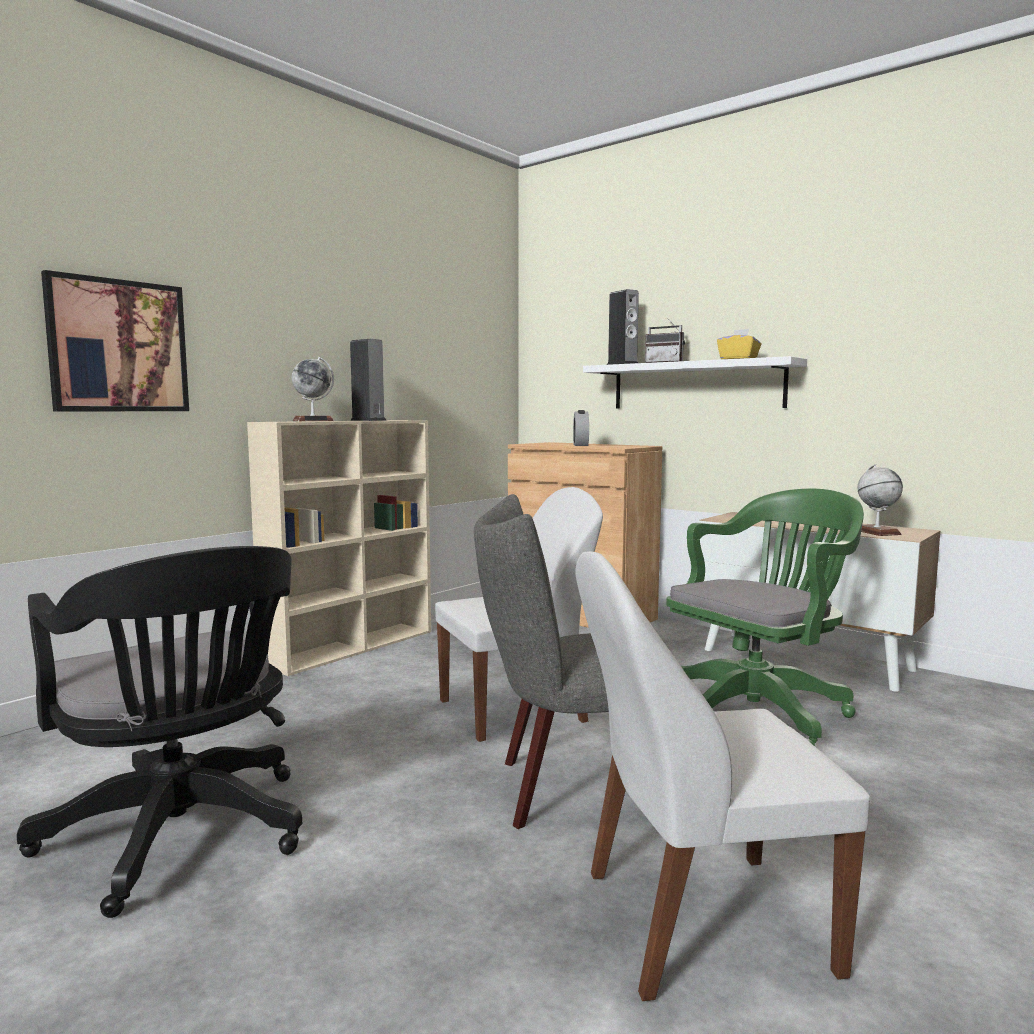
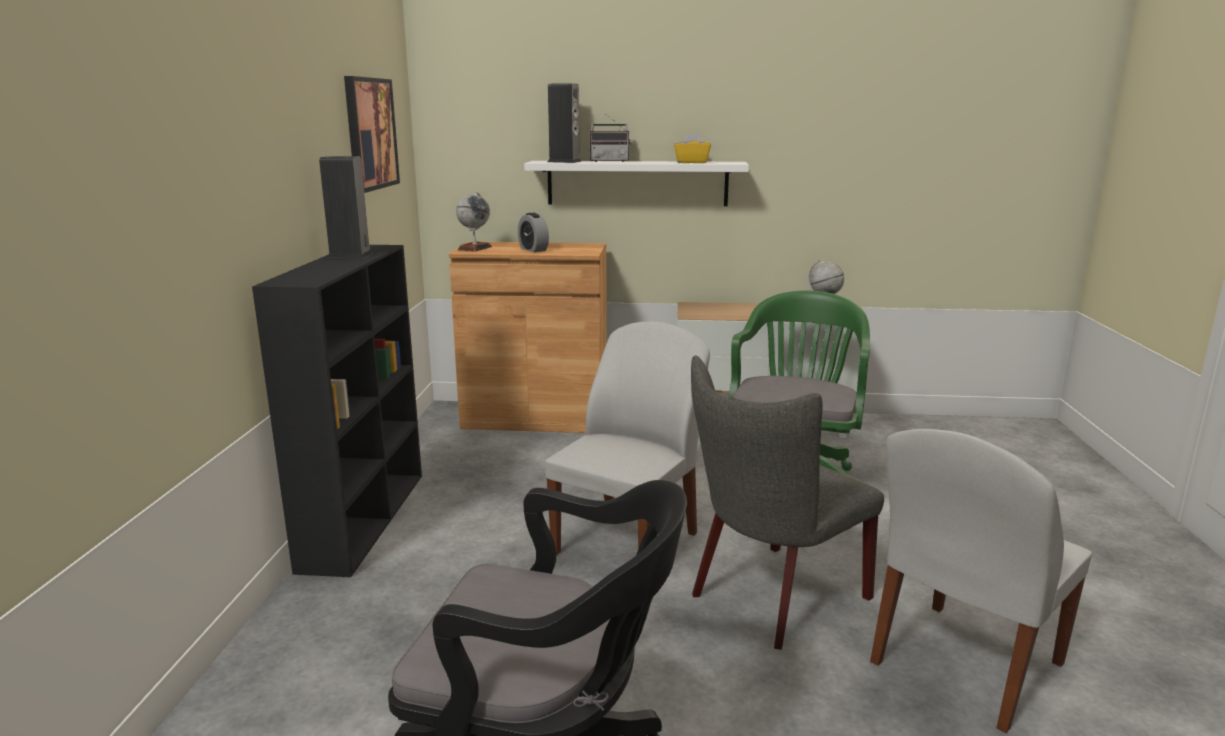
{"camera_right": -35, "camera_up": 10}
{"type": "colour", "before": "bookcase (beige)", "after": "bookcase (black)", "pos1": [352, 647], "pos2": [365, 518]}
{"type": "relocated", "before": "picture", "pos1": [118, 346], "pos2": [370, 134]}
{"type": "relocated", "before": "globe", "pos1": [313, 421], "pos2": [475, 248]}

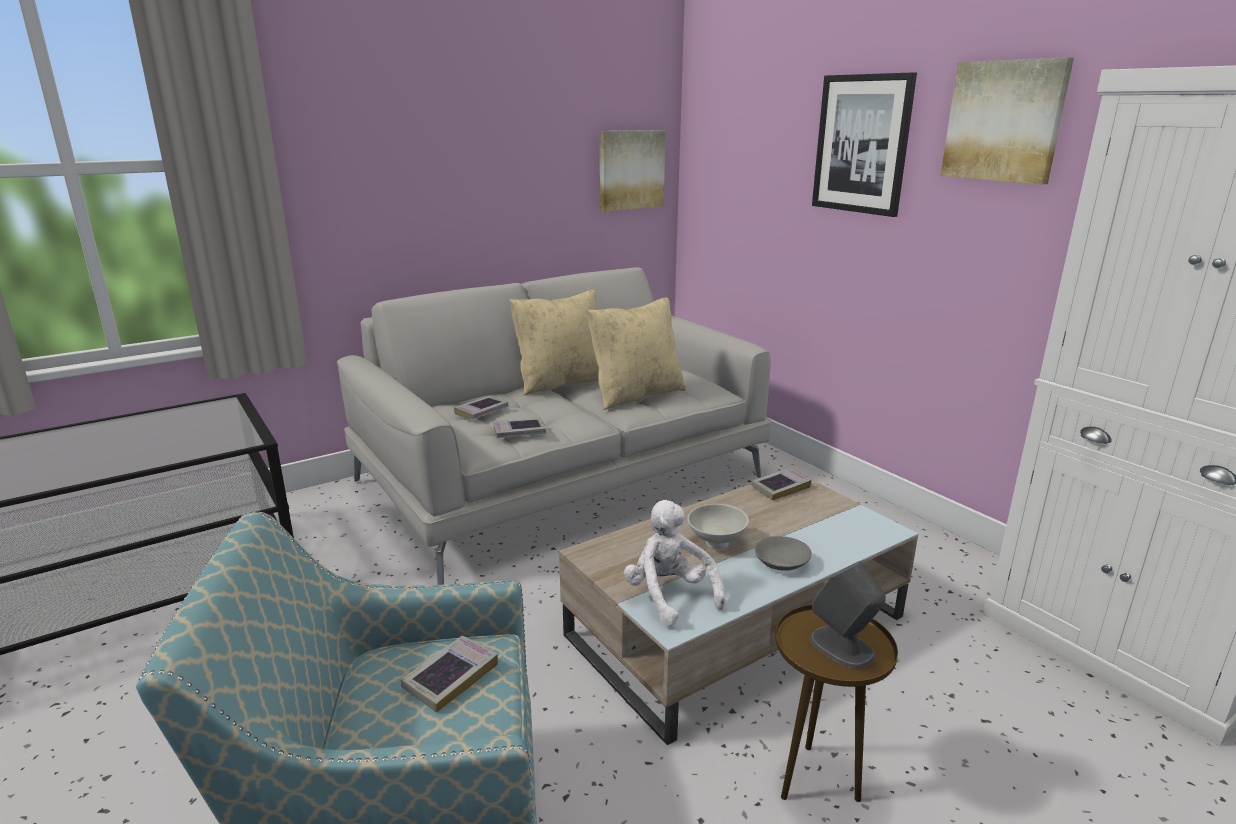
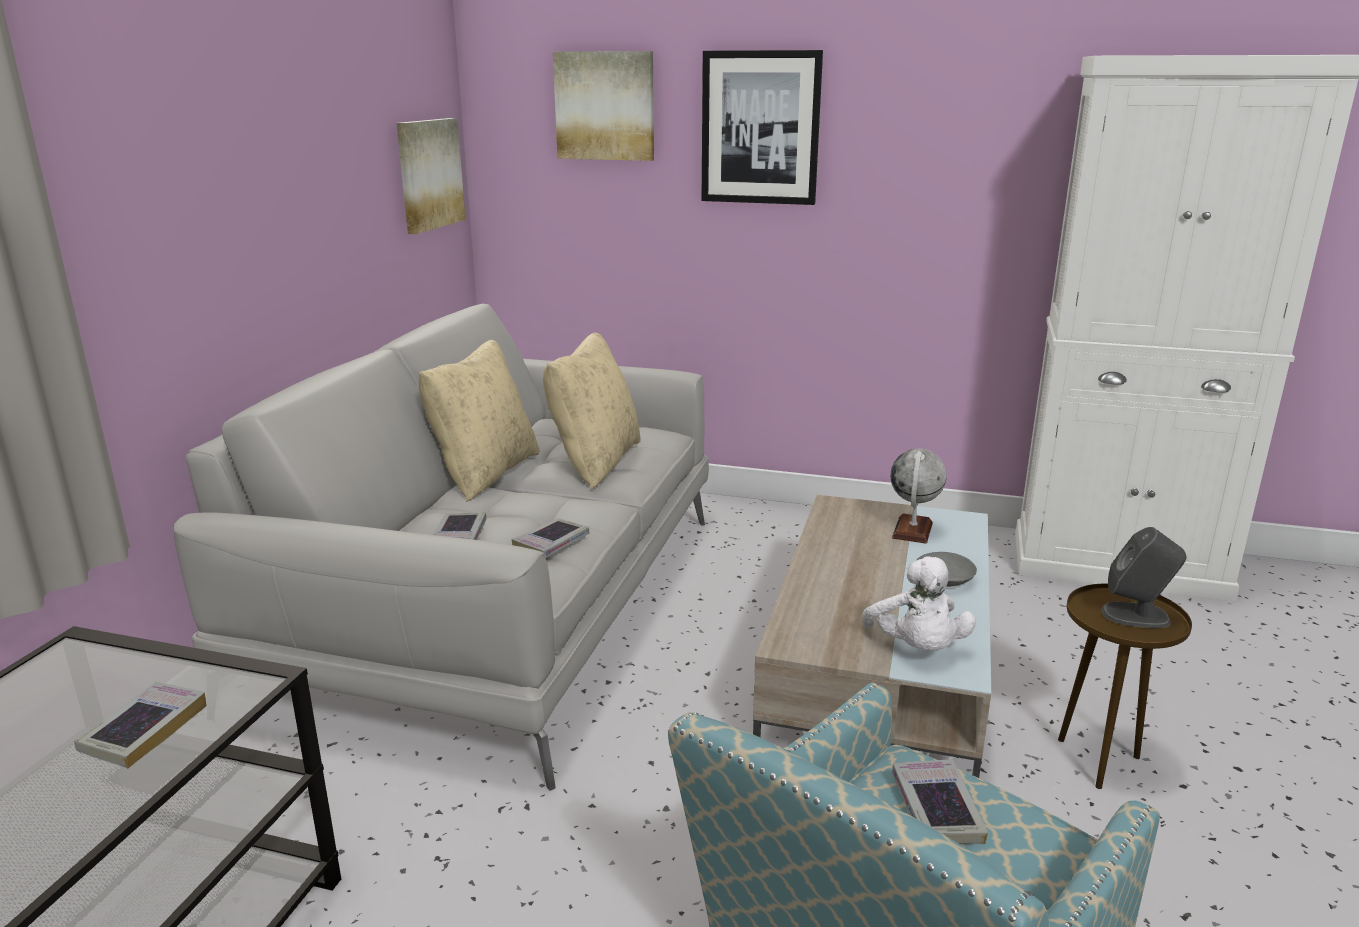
{"camera_right": -40, "camera_up": 0}
{"type": "relocated", "before": "book", "pos1": [780, 488], "pos2": [144, 730]}
{"type": "relocated", "before": "picture", "pos1": [1004, 121], "pos2": [605, 106]}
{"type": "spun", "before": "plush toy (white)", "pos1": [669, 596], "pos2": [916, 648], "turn": -120}
{"type": "appeared", "after": "globe", "pos2": [912, 530]}
{"type": "missing", "before": "bowl (white)", "pos1": [717, 544]}

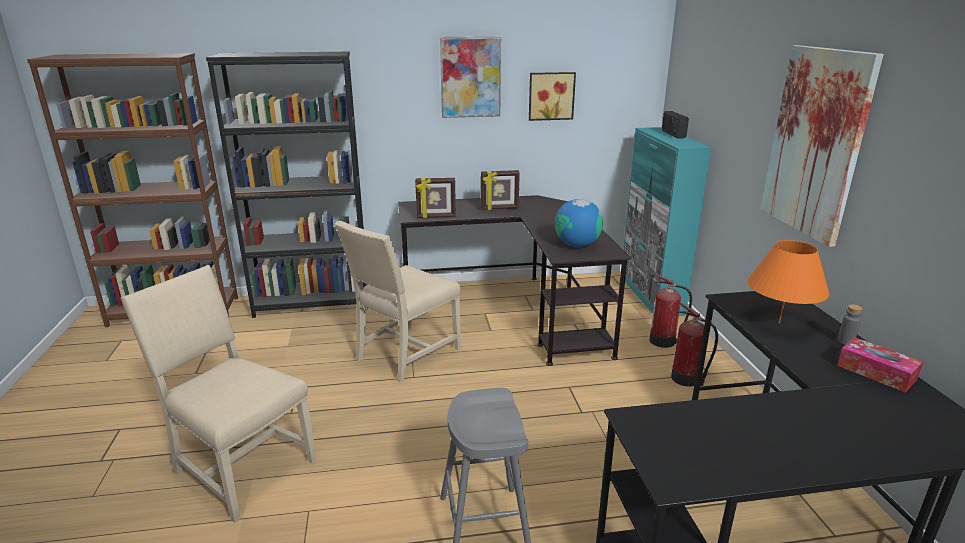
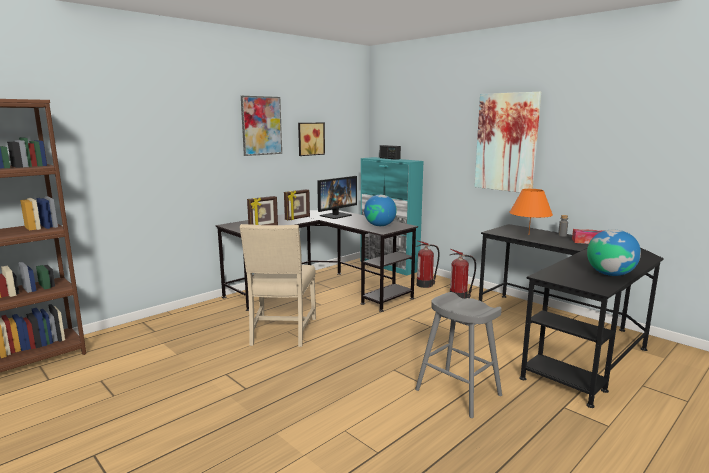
{"camera_right": -35, "camera_up": -10}
{"type": "appeared", "after": "monitor", "pos2": [336, 215]}
{"type": "appeared", "after": "globe", "pos2": [610, 274]}
{"type": "missing", "before": "chair (beige)", "pos1": [240, 466]}
{"type": "missing", "before": "bookcase (black)", "pos1": [313, 303]}

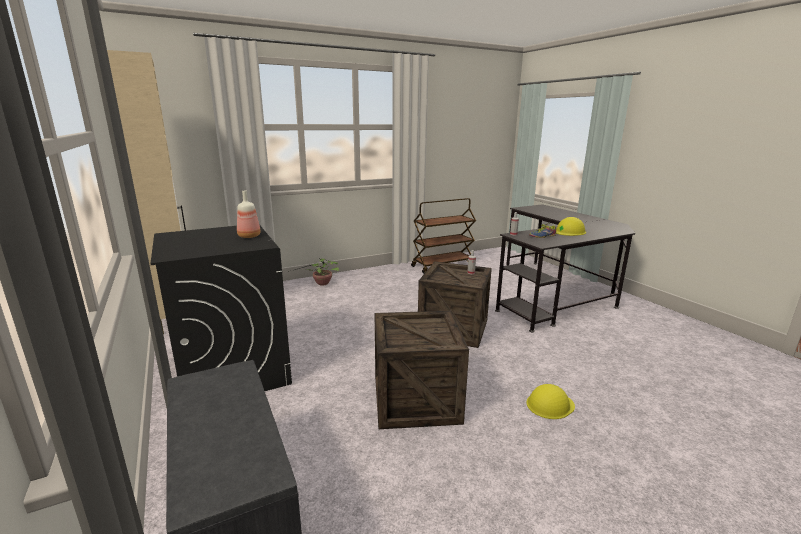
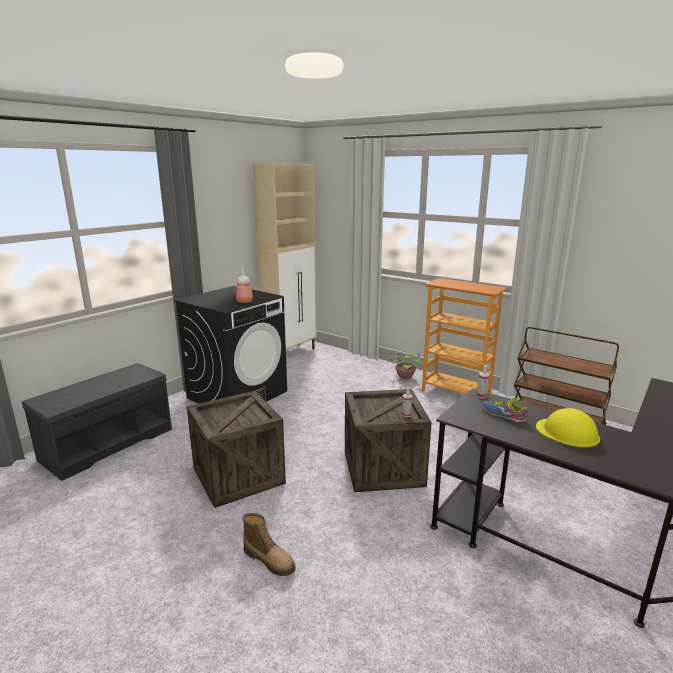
{"camera_right": 65, "camera_up": 0}
{"type": "exchanged", "before": "hard hat (yellow)", "after": "boot", "pos1": [550, 404], "pos2": [269, 560]}
{"type": "appeared", "after": "bookcase", "pos2": [456, 394]}

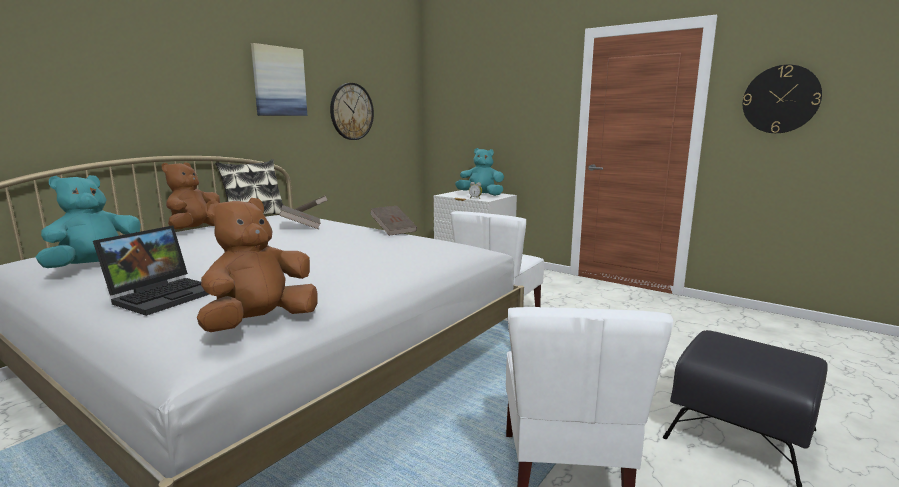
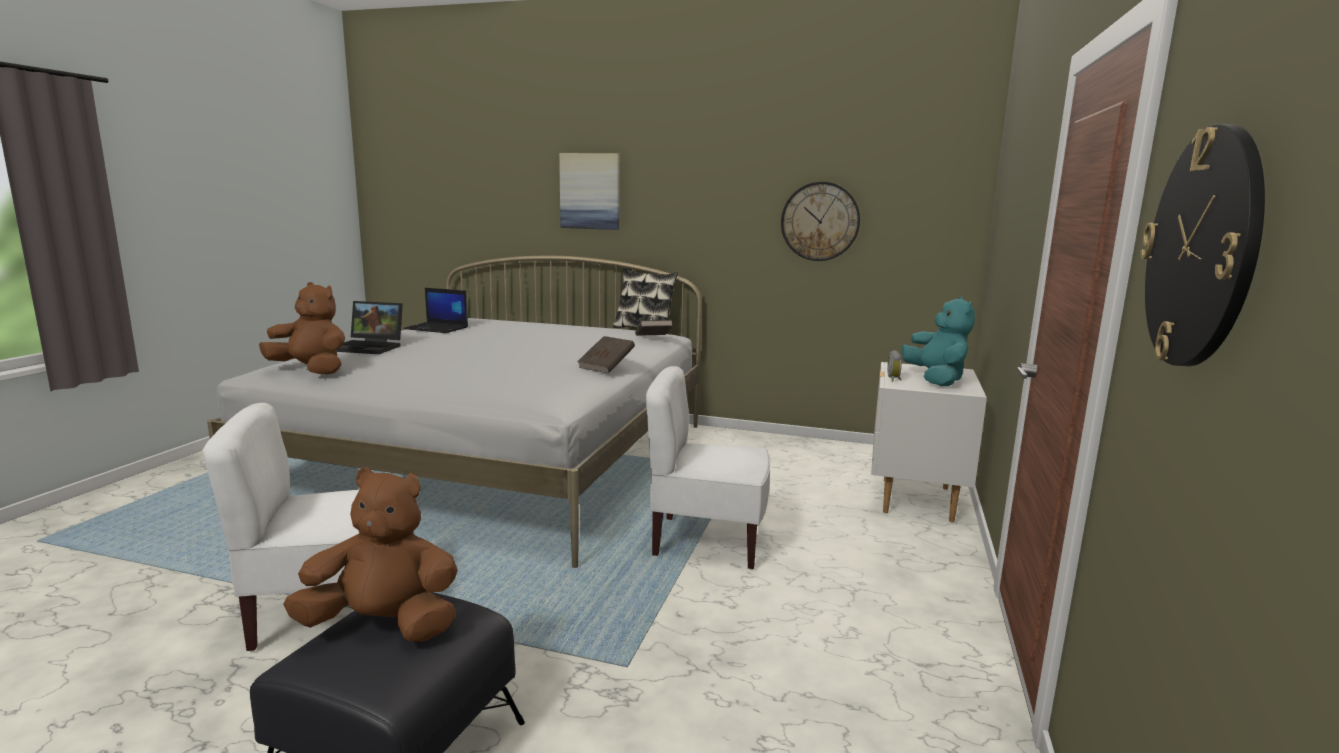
{"camera_right": 70, "camera_up": 0}
{"type": "relocated", "before": "plush toy (brown)", "pos1": [196, 230], "pos2": [384, 625]}
{"type": "exchanged", "before": "plush toy (turquoise)", "after": "laptop", "pos1": [97, 267], "pos2": [437, 328]}
{"type": "relocated", "before": "picture", "pos1": [279, 81], "pos2": [590, 191]}
{"type": "missing", "before": "book (brown)", "pos1": [301, 227]}

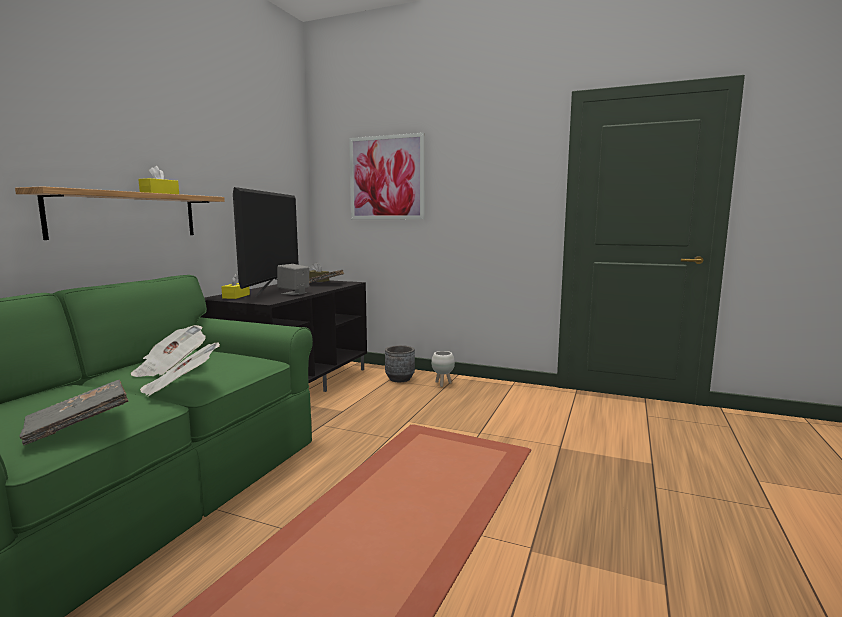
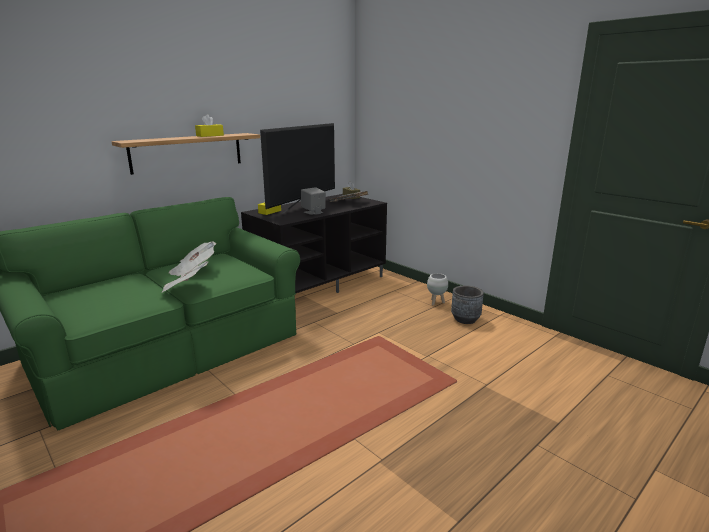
{"camera_right": 25, "camera_up": 10}
{"type": "relocated", "before": "planter (grey)", "pos1": [400, 379], "pos2": [465, 319]}
{"type": "missing", "before": "book (grey)", "pos1": [79, 425]}
{"type": "missing", "before": "picture", "pos1": [386, 178]}

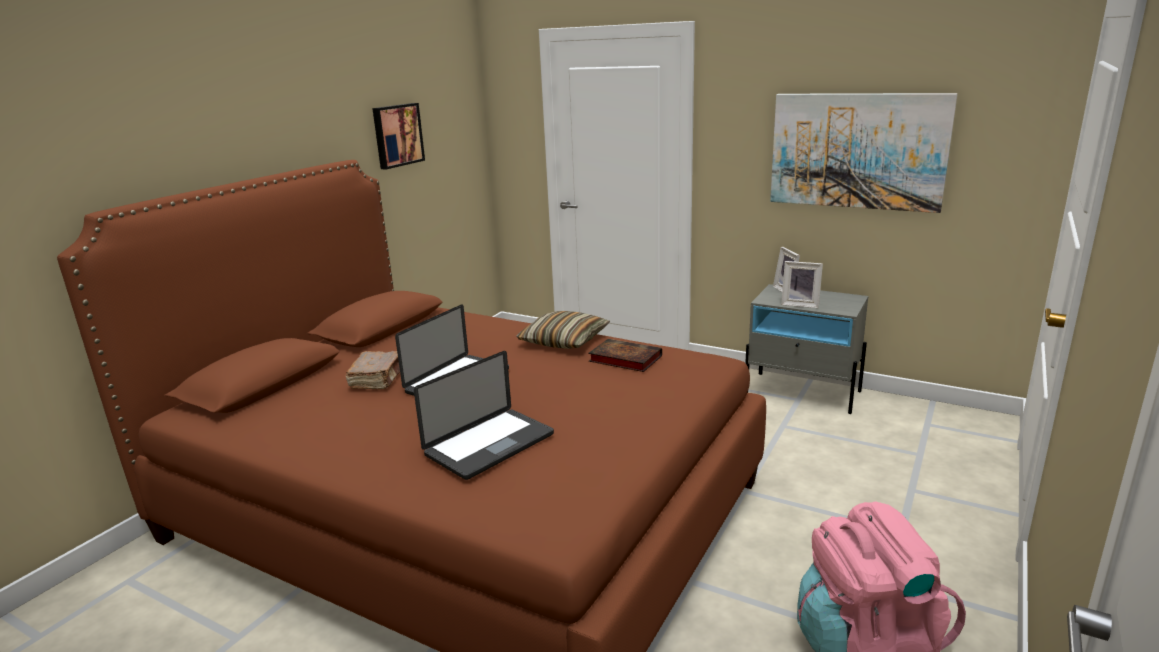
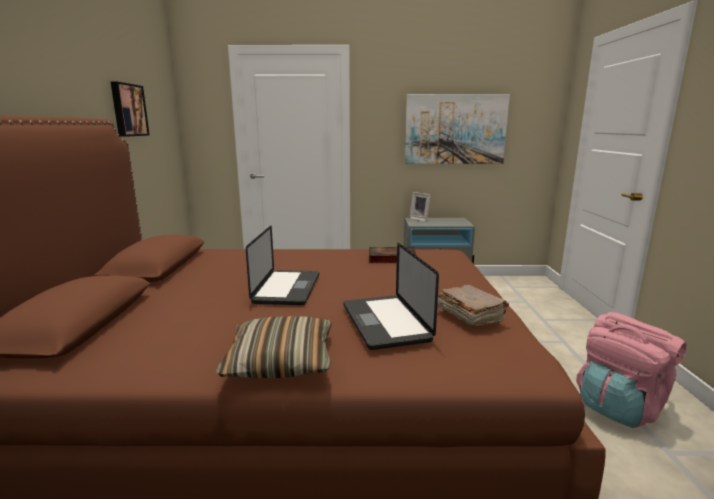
{"camera_right": -30, "camera_up": -5}
{"type": "relocated", "before": "pillow", "pos1": [564, 340], "pos2": [280, 360]}
{"type": "spun", "before": "laptop", "pos1": [489, 445], "pos2": [385, 322], "turn": 150}
{"type": "relocated", "before": "book (brown)", "pos1": [377, 380], "pos2": [470, 316]}
{"type": "missing", "before": "picture frame", "pos1": [800, 304]}

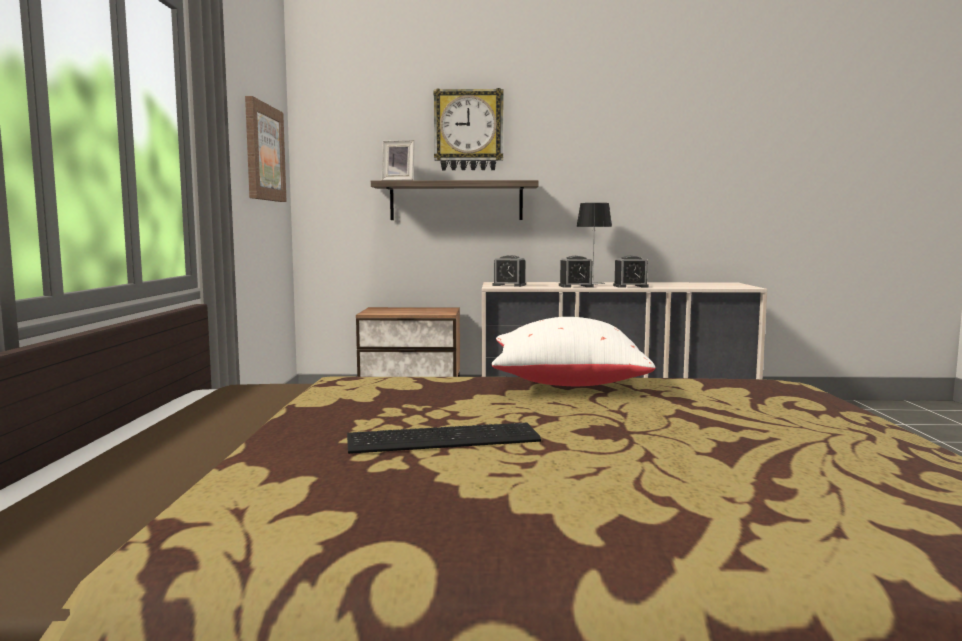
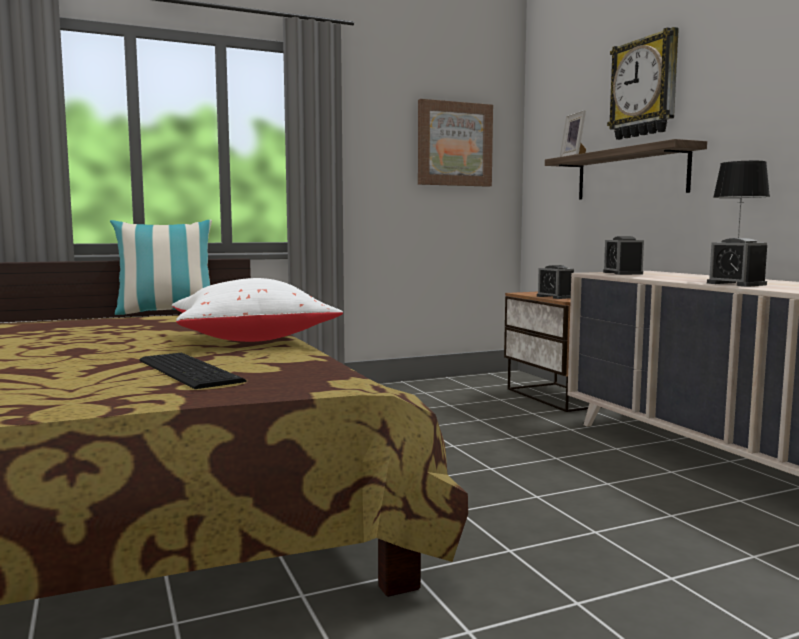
{"camera_right": 65, "camera_up": 0}
{"type": "appeared", "after": "pillow", "pos2": [167, 313]}
{"type": "relocated", "before": "keyboard", "pos1": [440, 438], "pos2": [191, 370]}
{"type": "relocated", "before": "alarm clock", "pos1": [576, 286], "pos2": [555, 297]}

